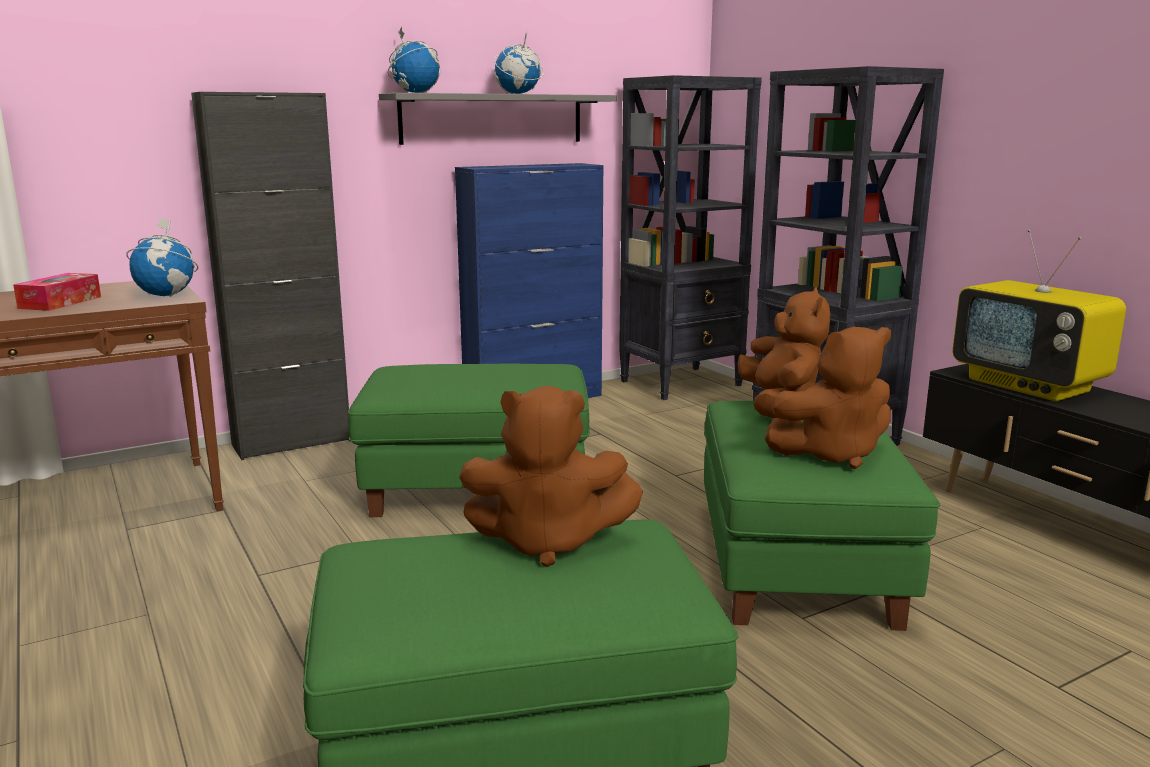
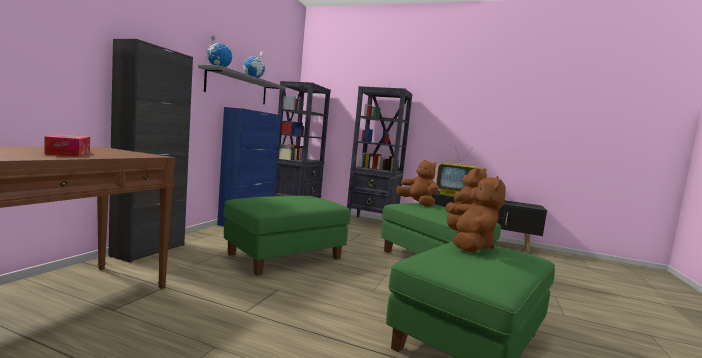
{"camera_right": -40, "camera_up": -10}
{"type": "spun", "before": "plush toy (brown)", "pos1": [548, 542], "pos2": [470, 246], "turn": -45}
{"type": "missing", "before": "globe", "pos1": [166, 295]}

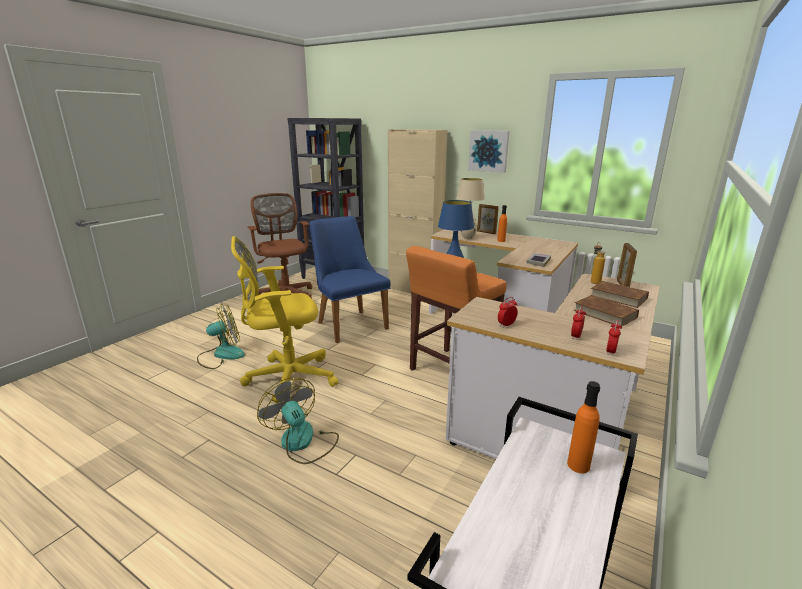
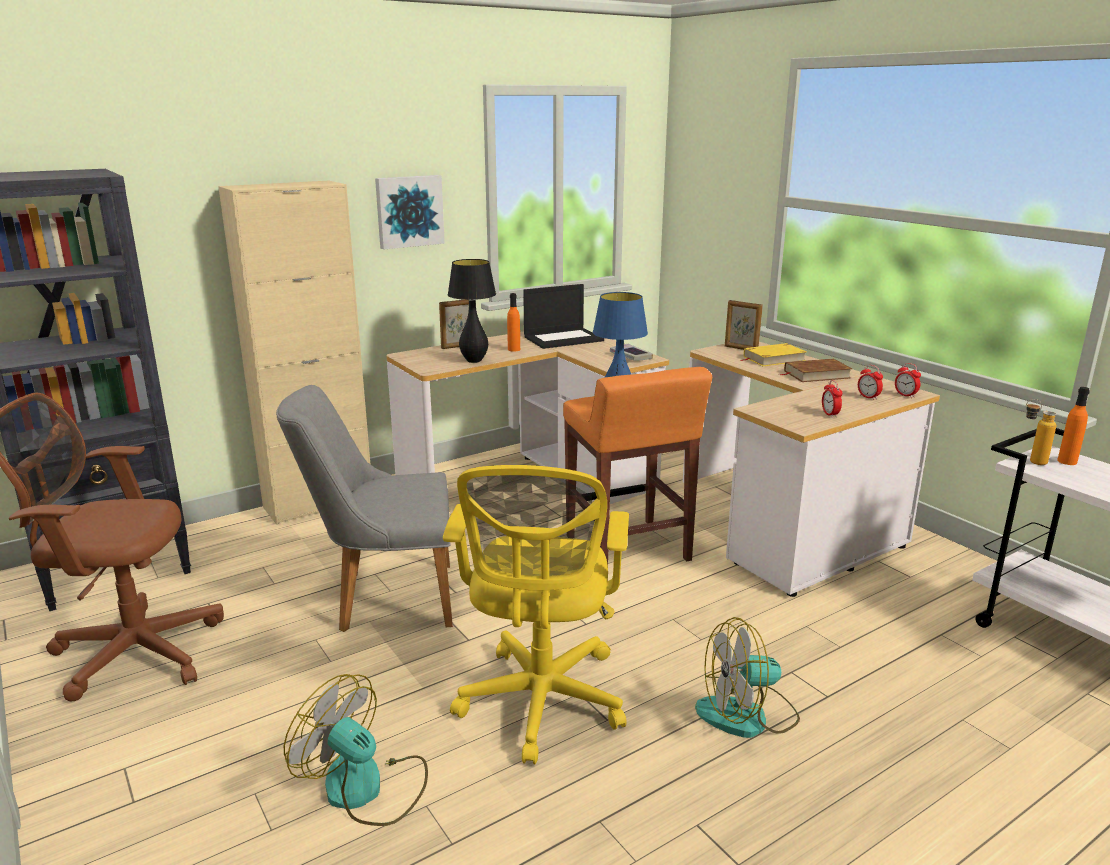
{"camera_right": -65, "camera_up": 0}
{"type": "colour", "before": "chair (blue)", "after": "chair (grey)", "pos1": [348, 323], "pos2": [383, 598]}
{"type": "spun", "before": "fan", "pos1": [221, 355], "pos2": [366, 789], "turn": -60}
{"type": "colour", "before": "table lamp (beige)", "after": "table lamp (black)", "pos1": [467, 238], "pos2": [474, 361]}
{"type": "appeared", "after": "laptop", "pos2": [563, 338]}
{"type": "colour", "before": "book (brown)", "after": "book (yellow)", "pos1": [618, 297], "pos2": [773, 359]}
{"type": "relocated", "before": "bottle", "pos1": [594, 281], "pos2": [1030, 461]}

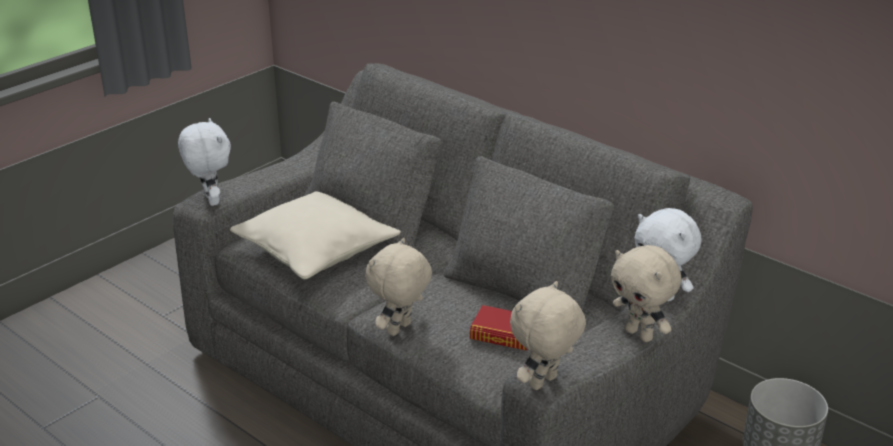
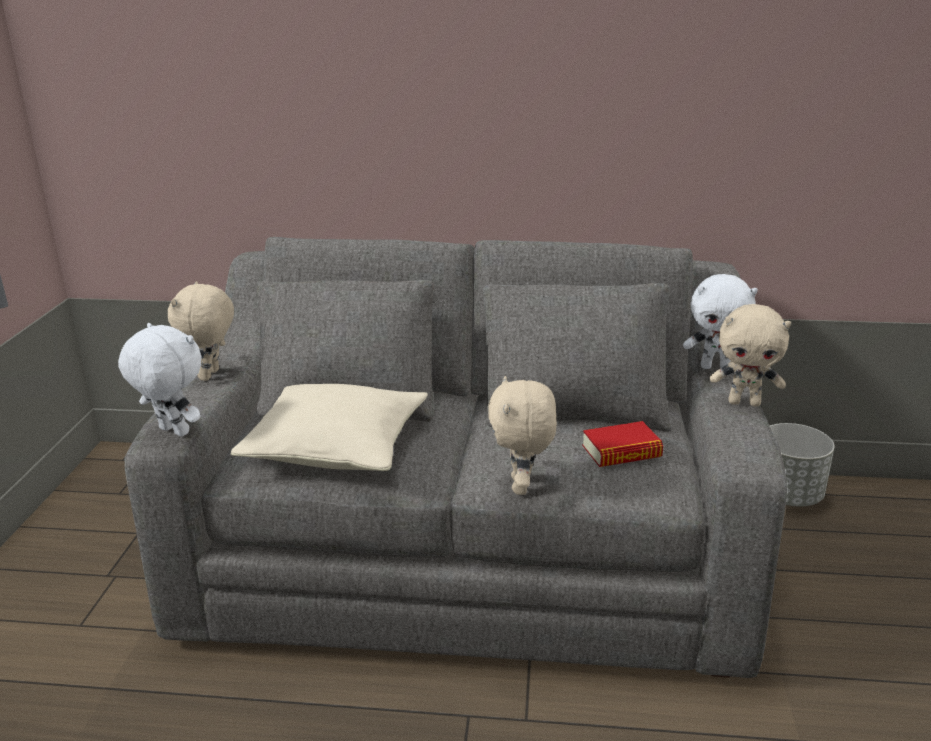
{"camera_right": -35, "camera_up": -5}
{"type": "relocated", "before": "plush toy (beige)", "pos1": [544, 383], "pos2": [211, 375]}

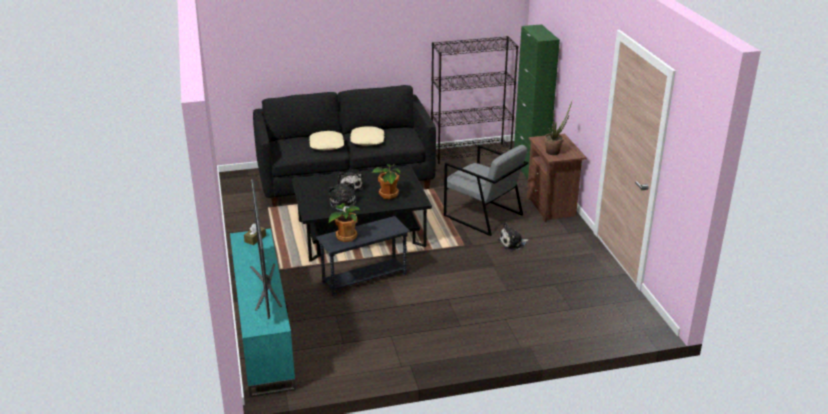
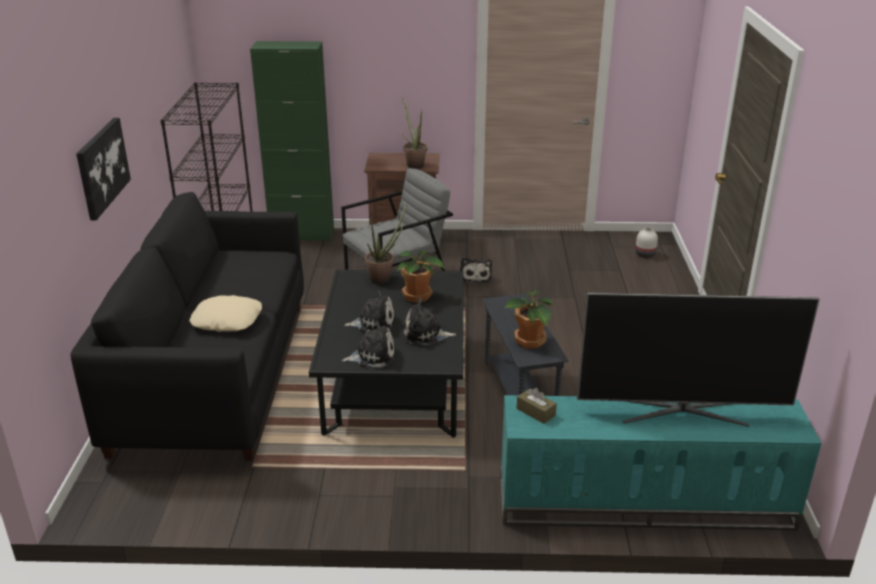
{"camera_right": -75, "camera_up": 0}
{"type": "appeared", "after": "picture", "pos2": [102, 167]}
{"type": "appeared", "after": "plush toy", "pos2": [372, 356]}
{"type": "appeared", "after": "potted plant", "pos2": [384, 278]}
{"type": "appeared", "after": "vase (white)", "pos2": [645, 254]}
{"type": "missing", "before": "pillow (beige)", "pos1": [367, 140]}

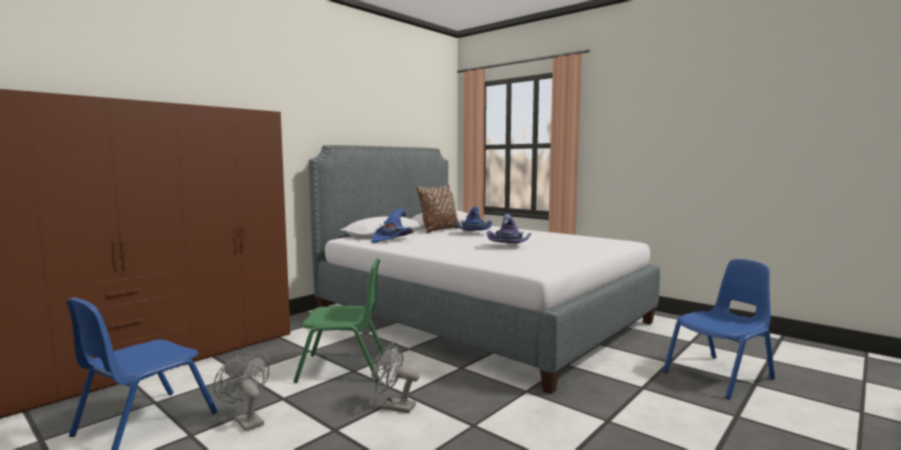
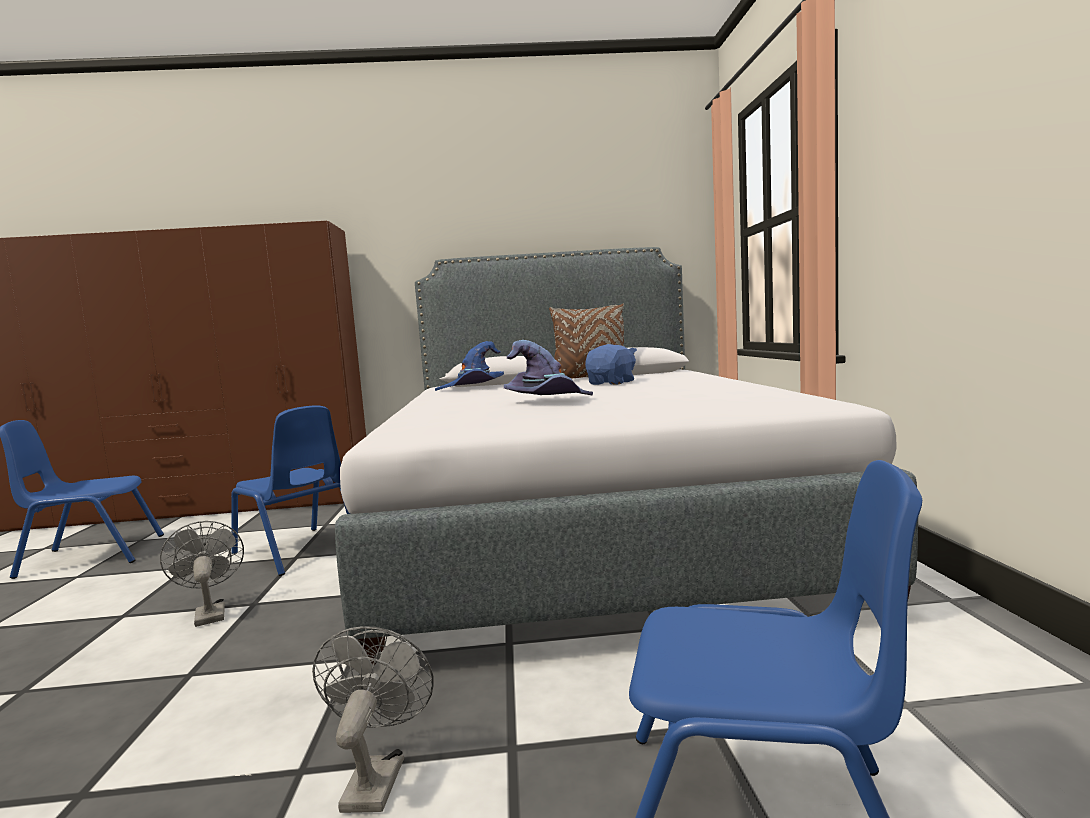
{"camera_right": 45, "camera_up": 0}
{"type": "colour", "before": "chair (green)", "after": "chair (blue)", "pos1": [343, 368], "pos2": [297, 551]}
{"type": "relocated", "before": "fan (grey)", "pos1": [246, 420], "pos2": [376, 776]}
{"type": "exchanged", "before": "hat (blue)", "after": "plush toy (blue)", "pos1": [472, 233], "pos2": [612, 383]}

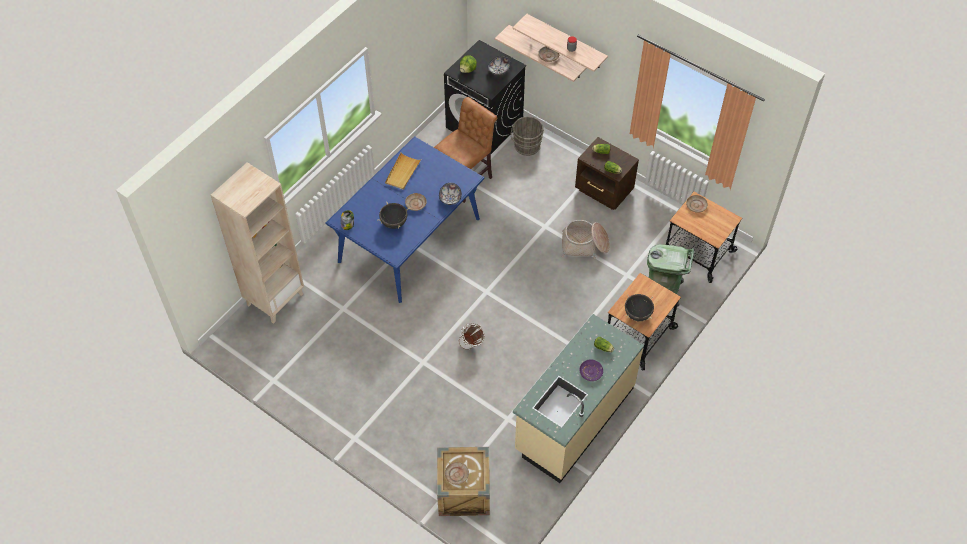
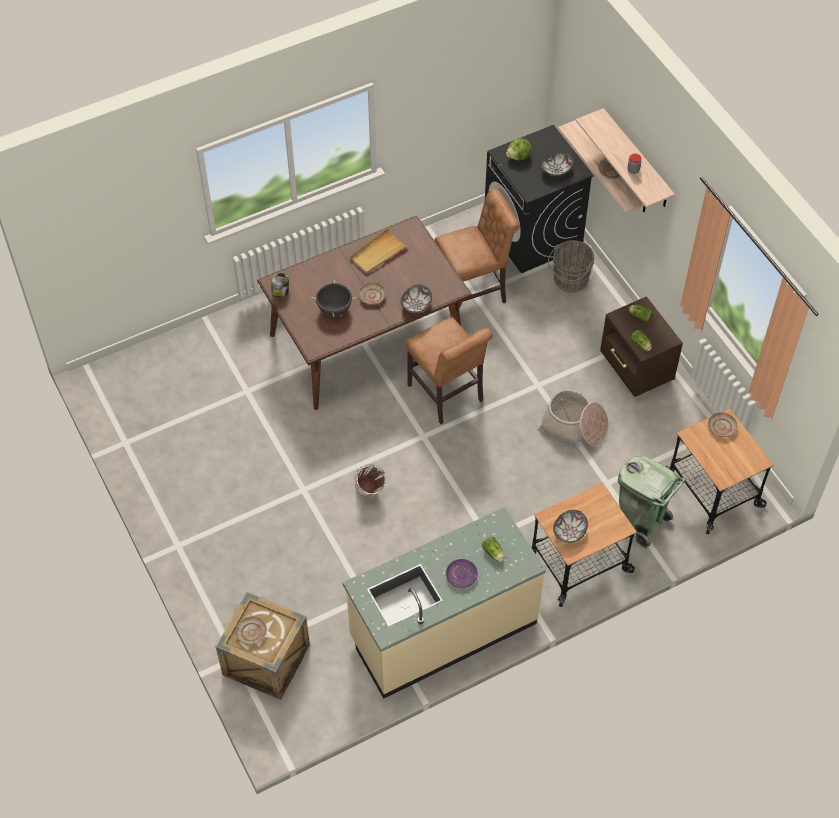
{"camera_right": 25, "camera_up": 0}
{"type": "colour", "before": "dining table (blue)", "after": "dining table (brown)", "pos1": [409, 240], "pos2": [366, 341]}
{"type": "appeared", "after": "chair (brown)", "pos2": [447, 395]}
{"type": "exchanged", "before": "cooking pot (black)", "after": "bowl", "pos1": [637, 314], "pos2": [569, 531]}
{"type": "missing", "before": "bookcase (beige)", "pos1": [275, 299]}

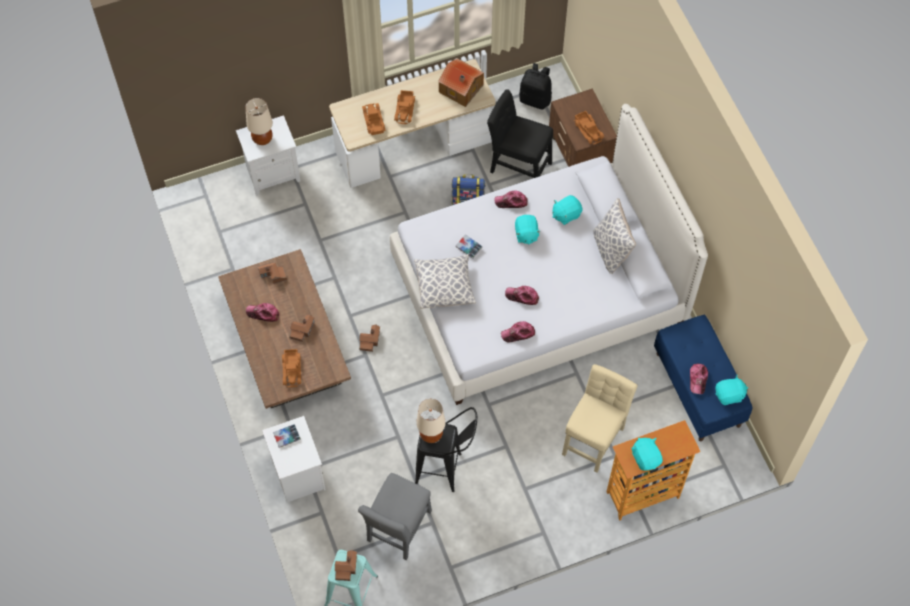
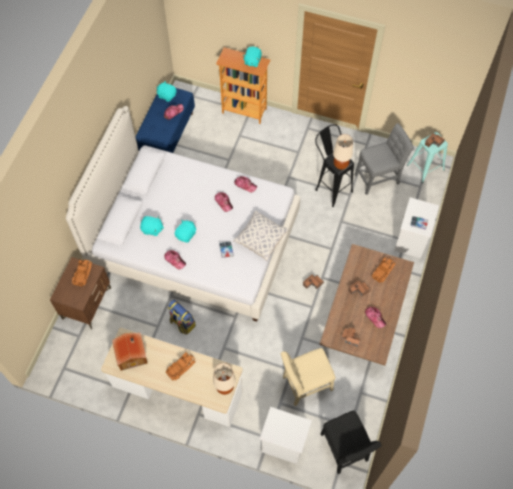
{"camera_right": -140, "camera_up": 0}
{"type": "relocated", "before": "table lamp (beige)", "pos1": [263, 139], "pos2": [224, 387]}
{"type": "relocated", "before": "chair (beige)", "pos1": [594, 437], "pos2": [305, 385]}
{"type": "relocated", "before": "chair (black)", "pos1": [518, 165], "pos2": [344, 450]}
{"type": "missing", "before": "toy truck", "pos1": [373, 121]}
{"type": "missing", "before": "backpack (black)", "pos1": [535, 99]}
{"type": "missing", "before": "pillow", "pos1": [611, 249]}

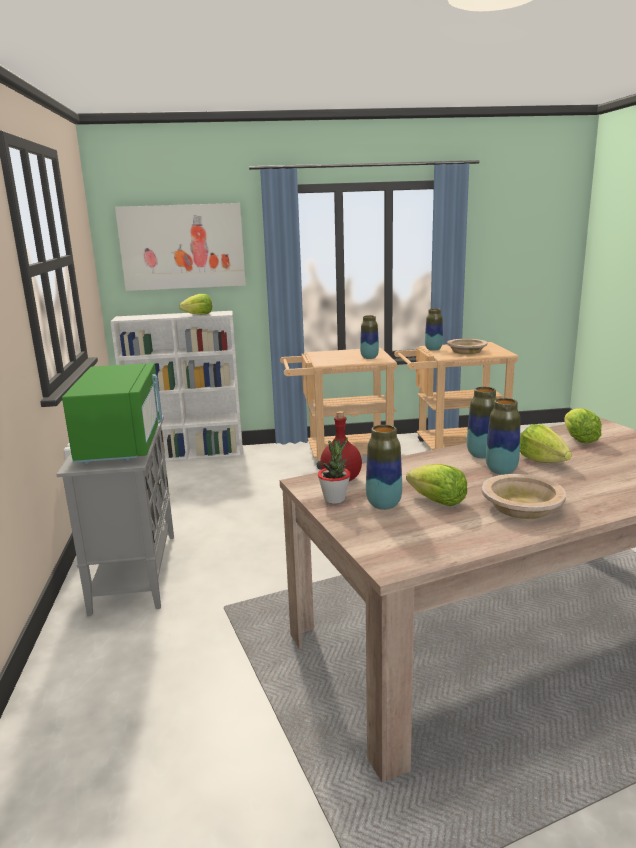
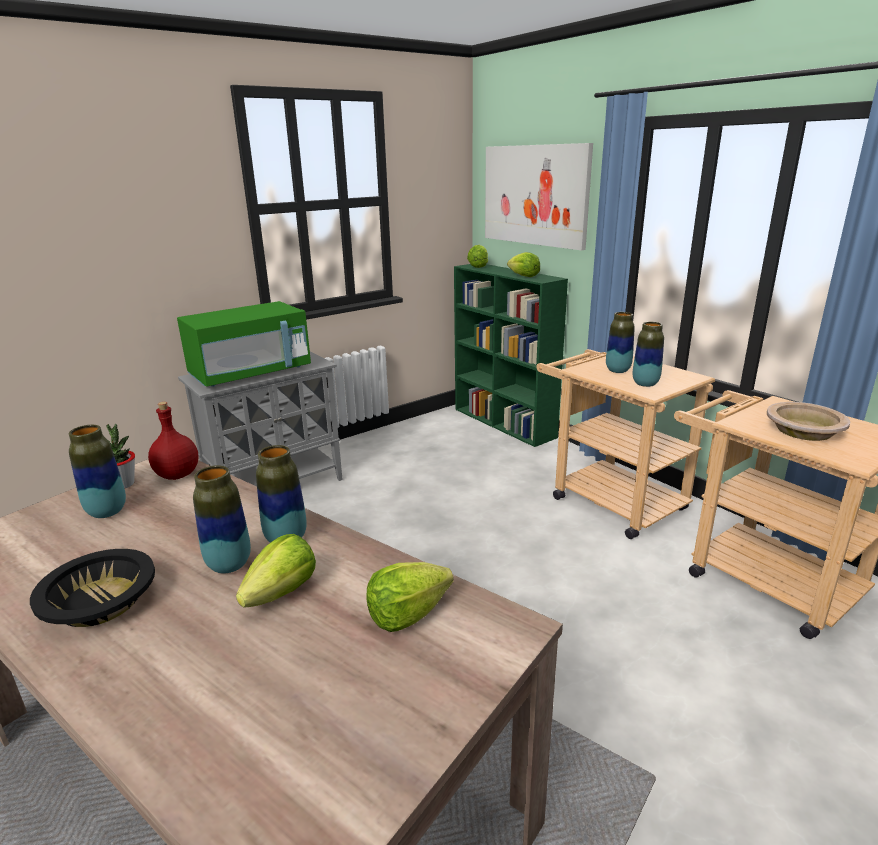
{"camera_right": 60, "camera_up": 5}
{"type": "colour", "before": "bowl (beige)", "after": "bowl (black)", "pos1": [521, 506], "pos2": [100, 601]}
{"type": "colour", "before": "bookcase (white)", "after": "bookcase (green)", "pos1": [189, 454], "pos2": [504, 423]}
{"type": "relocated", "before": "lettuce", "pos1": [437, 501], "pos2": [478, 266]}
{"type": "relocated", "before": "vase", "pos1": [433, 349], "pos2": [617, 370]}

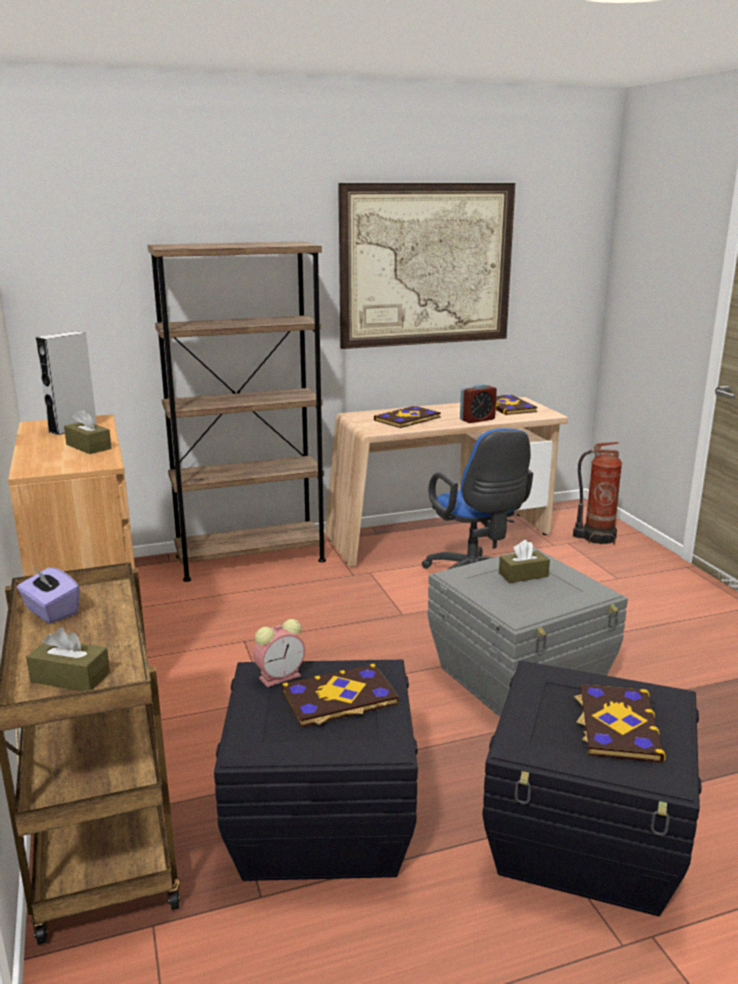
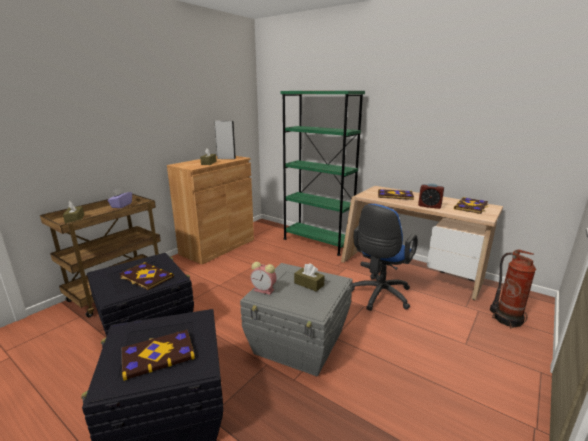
{"camera_right": 55, "camera_up": 0}
{"type": "relocated", "before": "alarm clock", "pos1": [281, 676], "pos2": [264, 290]}
{"type": "colour", "before": "bookcase (brown)", "after": "bookcase (green)", "pos1": [250, 558], "pos2": [317, 242]}
{"type": "missing", "before": "picture", "pos1": [427, 265]}

